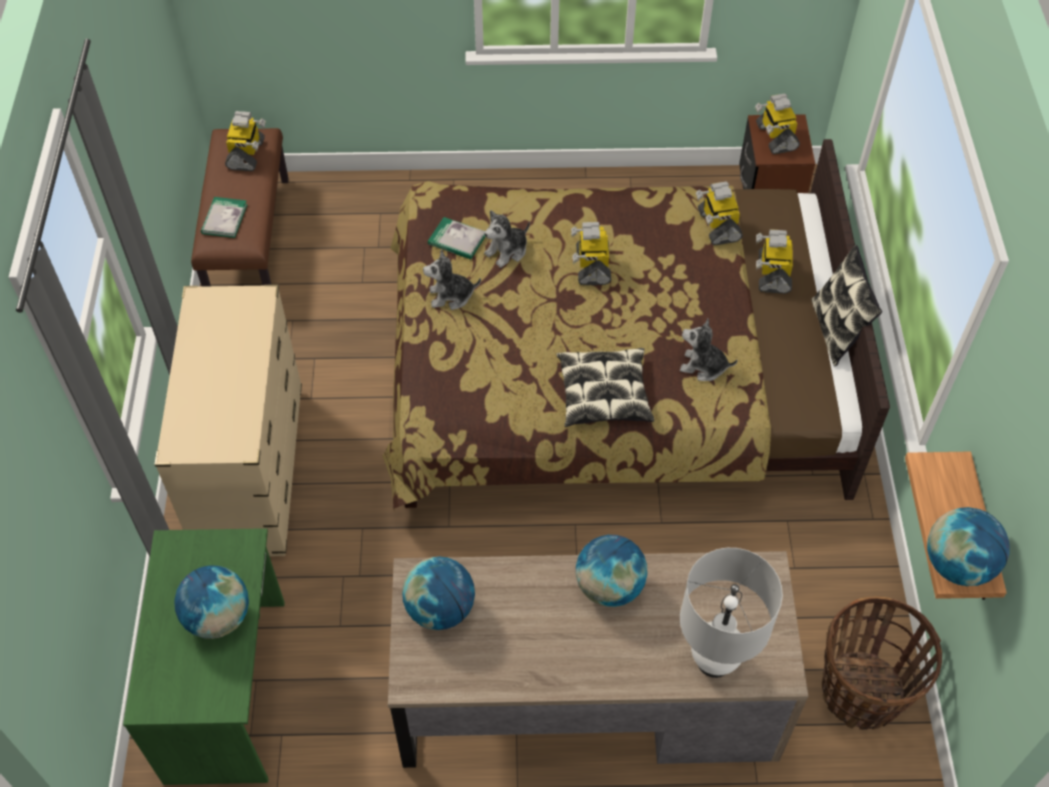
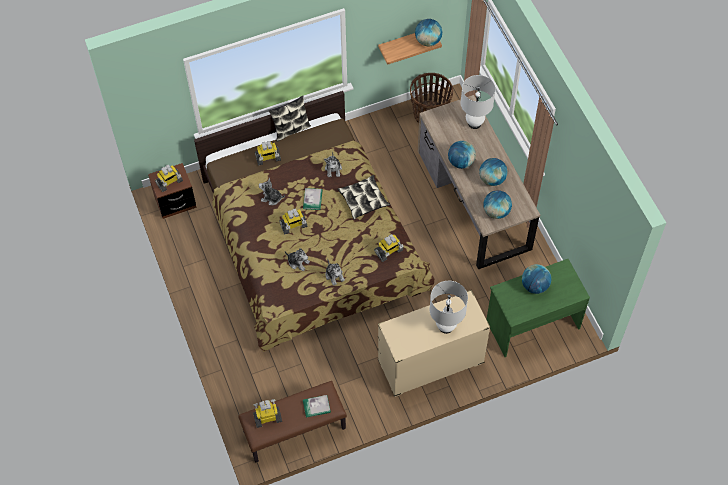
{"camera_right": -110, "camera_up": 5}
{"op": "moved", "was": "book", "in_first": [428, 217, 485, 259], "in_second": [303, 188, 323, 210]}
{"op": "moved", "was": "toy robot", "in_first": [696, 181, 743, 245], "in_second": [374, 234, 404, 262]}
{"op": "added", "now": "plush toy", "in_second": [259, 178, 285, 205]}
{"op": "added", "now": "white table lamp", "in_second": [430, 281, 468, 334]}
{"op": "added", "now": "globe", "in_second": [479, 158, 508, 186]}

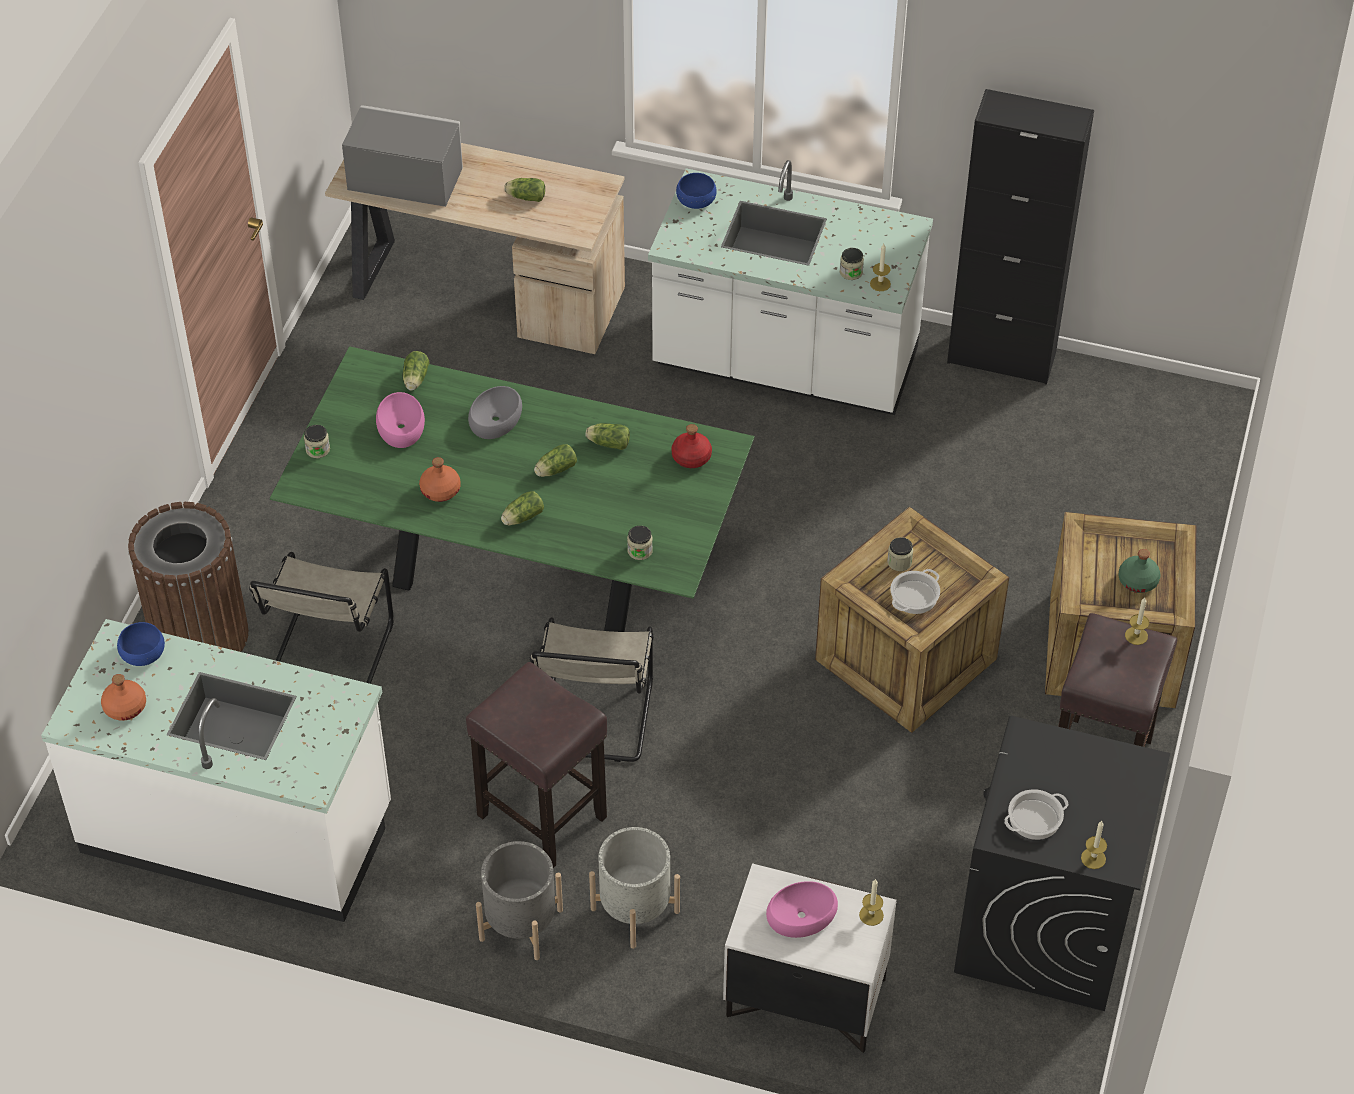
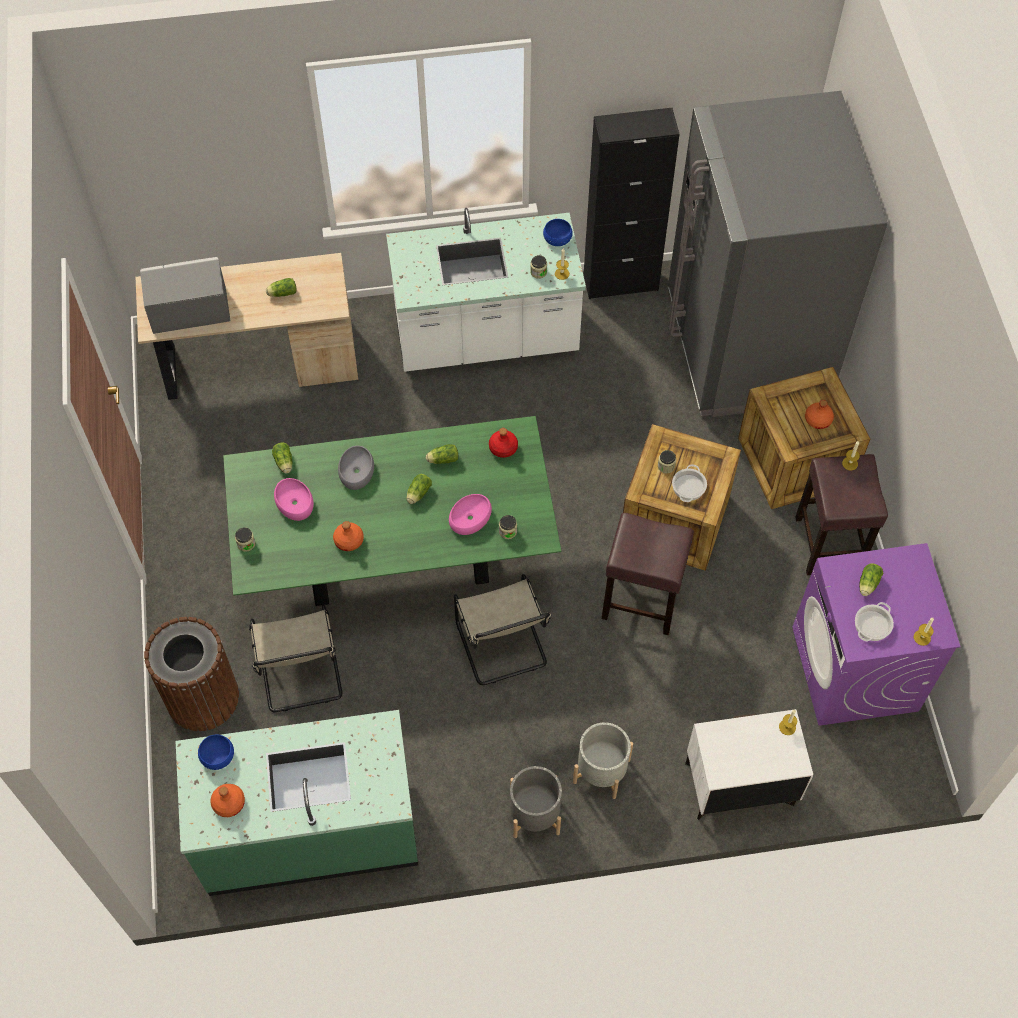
{"camera_right": -25, "camera_up": 10}
{"op": "recoloured", "was": "white counter", "now": "green counter", "in_first": [41, 619, 391, 922], "in_second": [176, 710, 418, 896]}
{"op": "moved", "was": "brown stool", "in_first": [466, 662, 607, 868], "in_second": [601, 513, 694, 635]}
{"op": "moved", "was": "lettuce", "in_first": [501, 492, 544, 525], "in_second": [859, 563, 883, 596]}
{"op": "moved", "was": "blue bowl", "in_first": [676, 173, 717, 209], "in_second": [543, 219, 573, 246]}
{"op": "moved", "was": "pink bowl", "in_first": [766, 881, 838, 938], "in_second": [449, 494, 492, 535]}
{"op": "recoloured", "was": "black washing machine", "now": "purple washing machine", "in_first": [954, 716, 1170, 1011], "in_second": [792, 543, 961, 726]}
{"op": "recoloured", "was": "green bottle", "now": "orange bottle", "in_first": [1119, 549, 1160, 593], "in_second": [805, 400, 834, 429]}
{"op": "added", "now": "grey fridge", "in_second": [668, 91, 888, 417]}

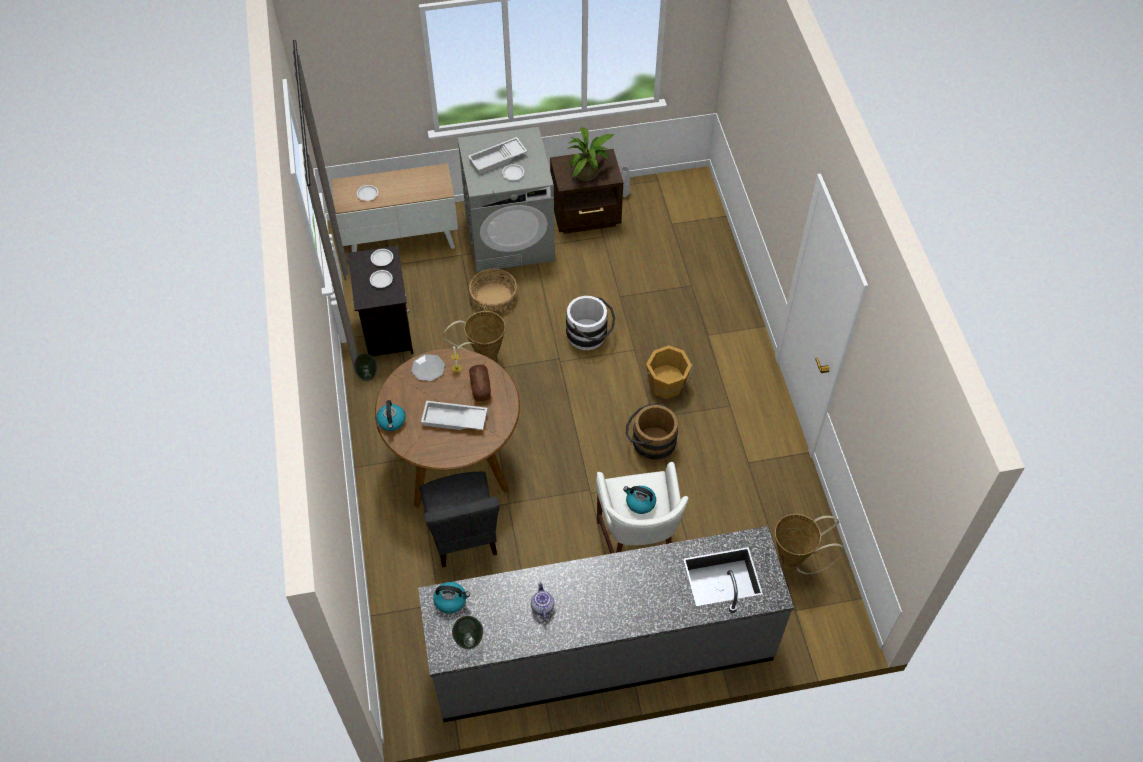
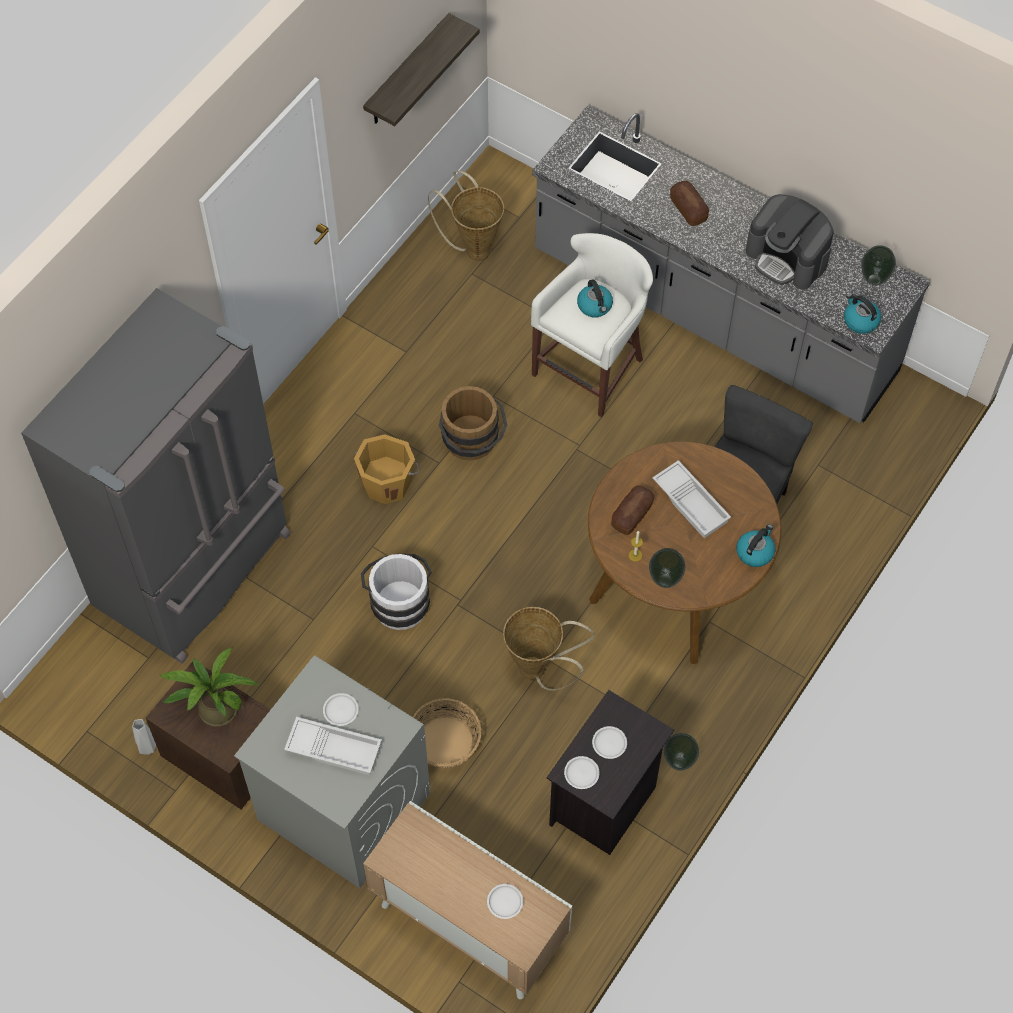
{"camera_right": -135, "camera_up": 5}
{"op": "replaced", "was": "plate", "now": "vase", "in_first": [411, 354, 445, 381], "in_second": [649, 548, 686, 588]}
{"op": "replaced", "was": "teapot", "now": "coffee machine", "in_first": [531, 582, 554, 621], "in_second": [746, 194, 834, 290]}
{"op": "added", "now": "grey fridge", "in_second": [21, 288, 291, 664]}
{"op": "added", "now": "shelf", "in_second": [363, 13, 480, 126]}
{"op": "added", "now": "bread", "in_second": [670, 181, 709, 226]}

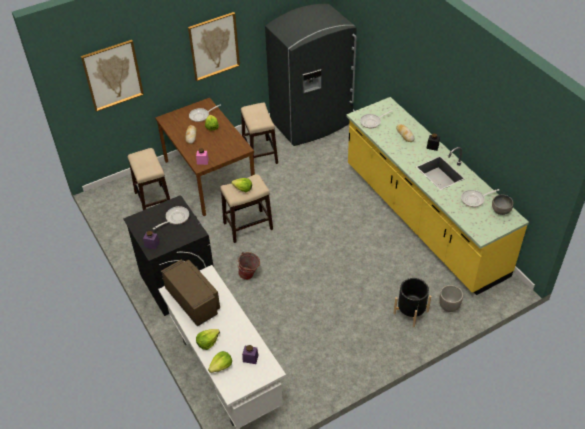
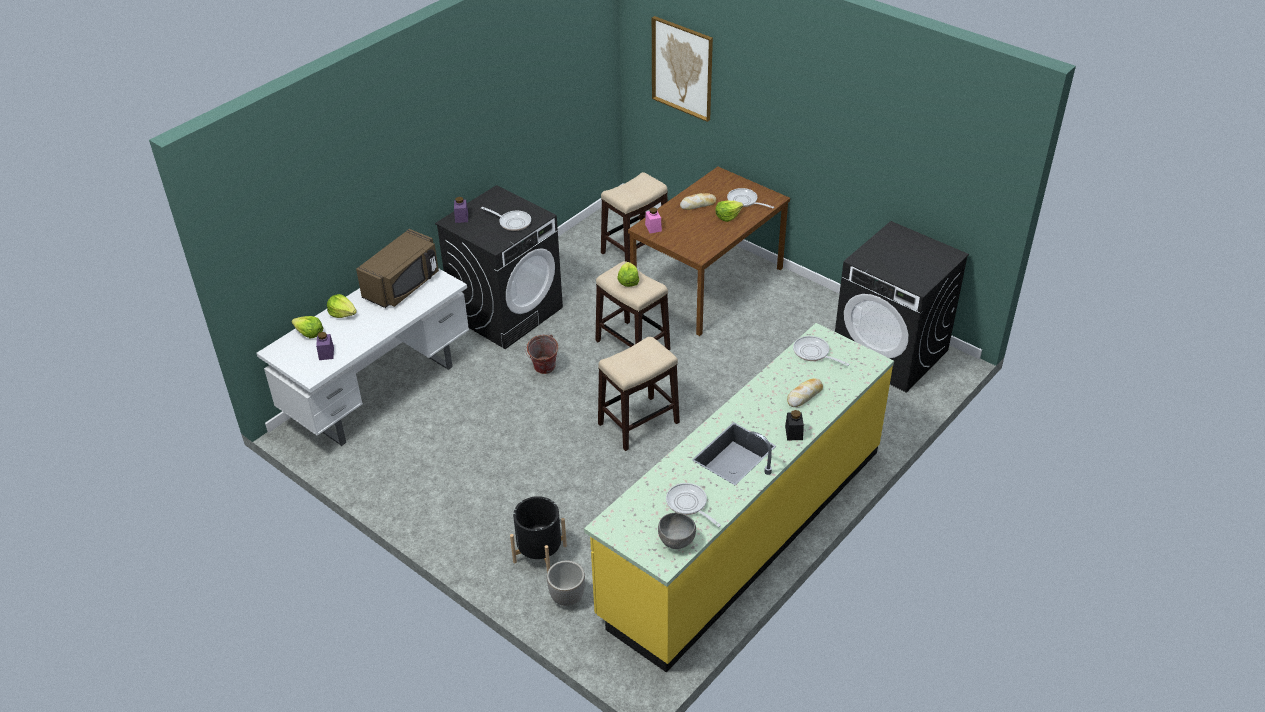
{"camera_right": 70, "camera_up": -5}
{"op": "removed", "was": "picture", "in_first": [188, 12, 240, 81]}
{"op": "moved", "was": "stool", "in_first": [241, 103, 278, 164], "in_second": [598, 337, 680, 451]}
{"op": "replaced", "was": "grey fridge", "now": "black washing machine", "in_first": [265, 4, 357, 146], "in_second": [835, 221, 969, 393]}

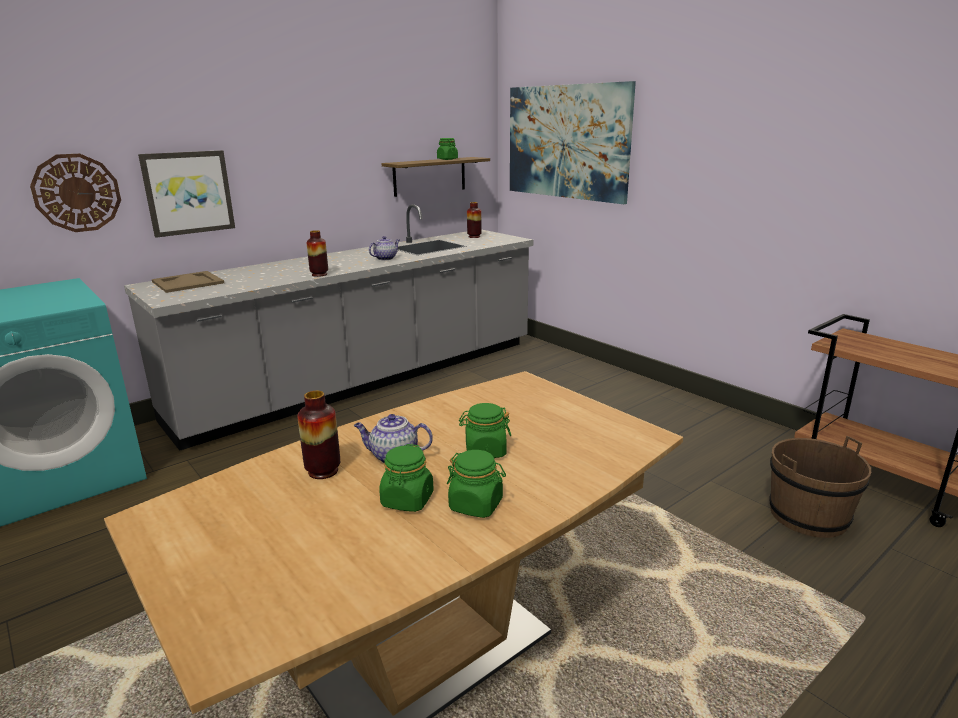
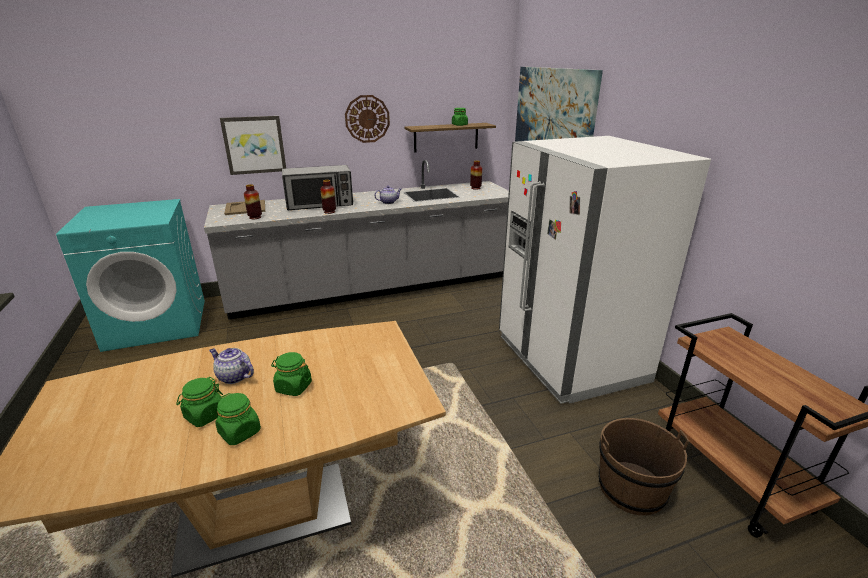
{"camera_right": 20, "camera_up": 5}
{"op": "moved", "was": "wall clock", "in_first": [30, 154, 121, 232], "in_second": [345, 95, 390, 143]}
{"op": "moved", "was": "vase", "in_first": [298, 391, 340, 479], "in_second": [244, 184, 262, 219]}
{"op": "added", "now": "microwave", "in_second": [282, 165, 353, 210]}
{"op": "added", "now": "white fridge", "in_second": [499, 136, 711, 404]}

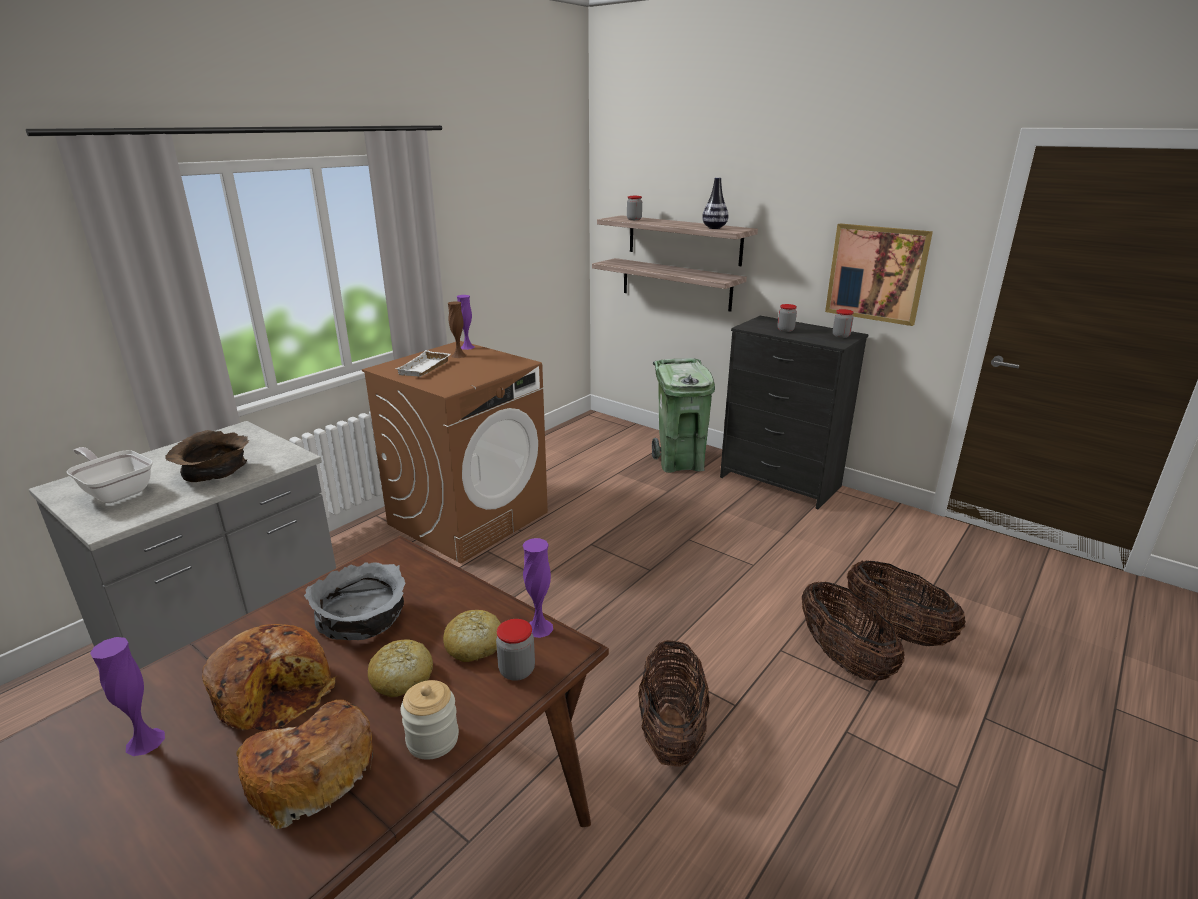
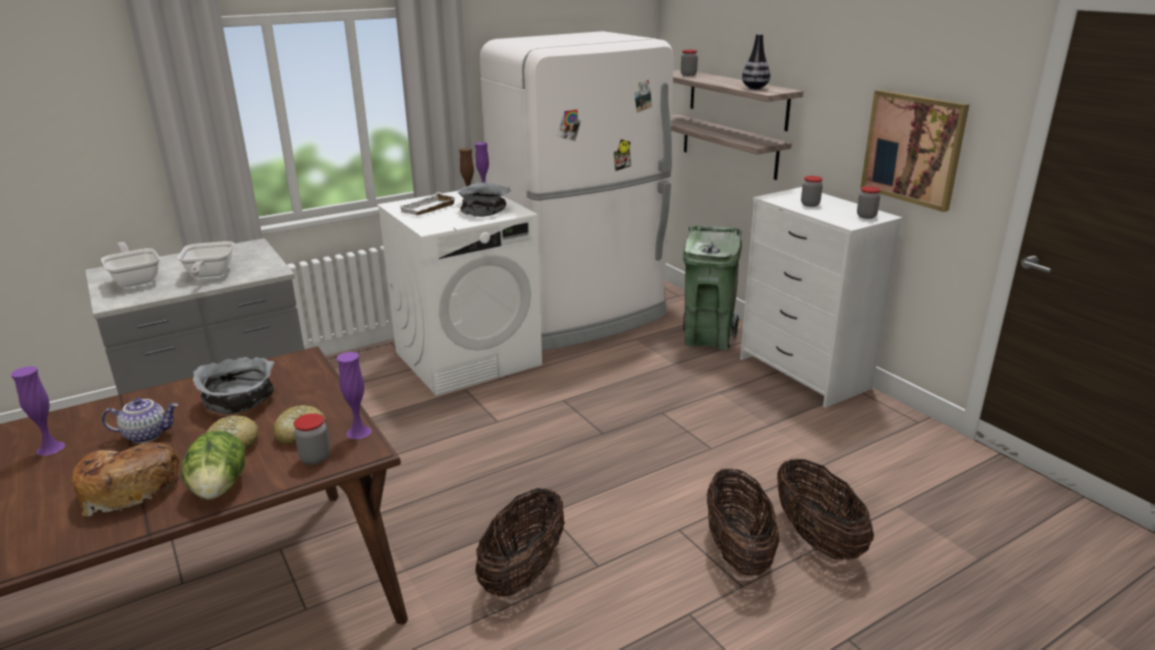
{"camera_right": 20, "camera_up": 0}
{"op": "replaced", "was": "brown bowl", "now": "frying pan", "in_first": [165, 430, 249, 482], "in_second": [178, 241, 234, 278]}
{"op": "replaced", "was": "bread", "now": "teapot", "in_first": [202, 624, 337, 730], "in_second": [102, 398, 178, 443]}
{"op": "recoloured", "was": "brown washing machine", "now": "white washing machine", "in_first": [362, 341, 548, 563], "in_second": [377, 191, 542, 396]}
{"op": "replaced", "was": "jar", "now": "lettuce", "in_first": [400, 680, 459, 760], "in_second": [181, 430, 245, 500]}
{"op": "recoloured", "was": "black dresser", "now": "white dresser", "in_first": [720, 316, 869, 509], "in_second": [740, 187, 903, 408]}
{"op": "added", "now": "grey bowl", "in_second": [457, 182, 511, 217]}
{"op": "added", "now": "white fridge", "in_second": [480, 31, 674, 350]}

